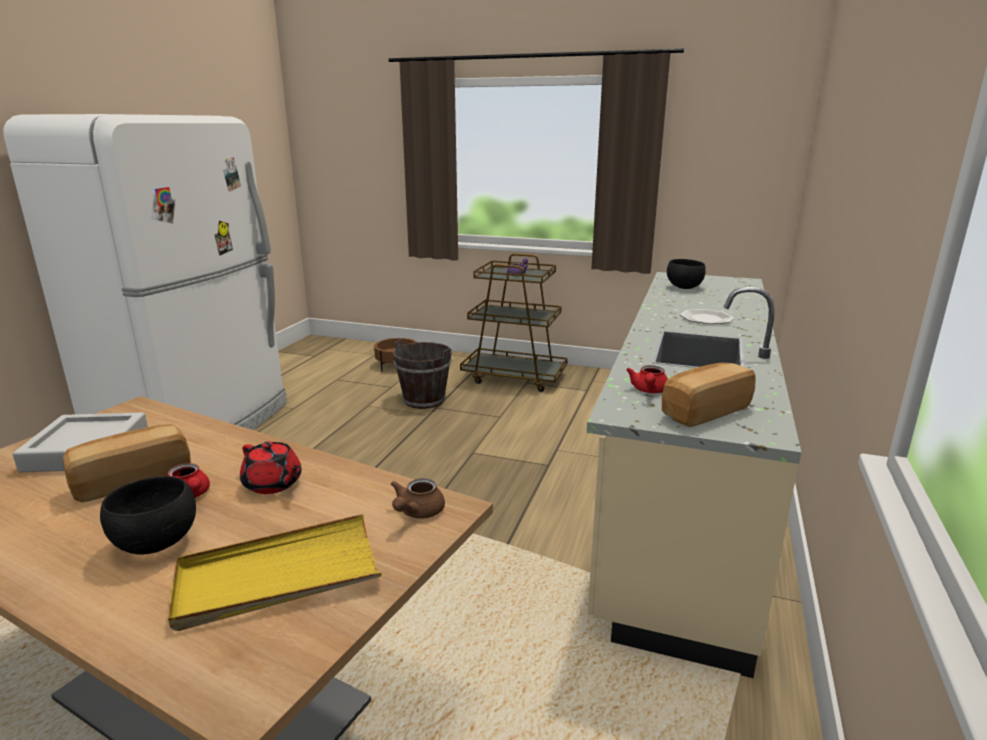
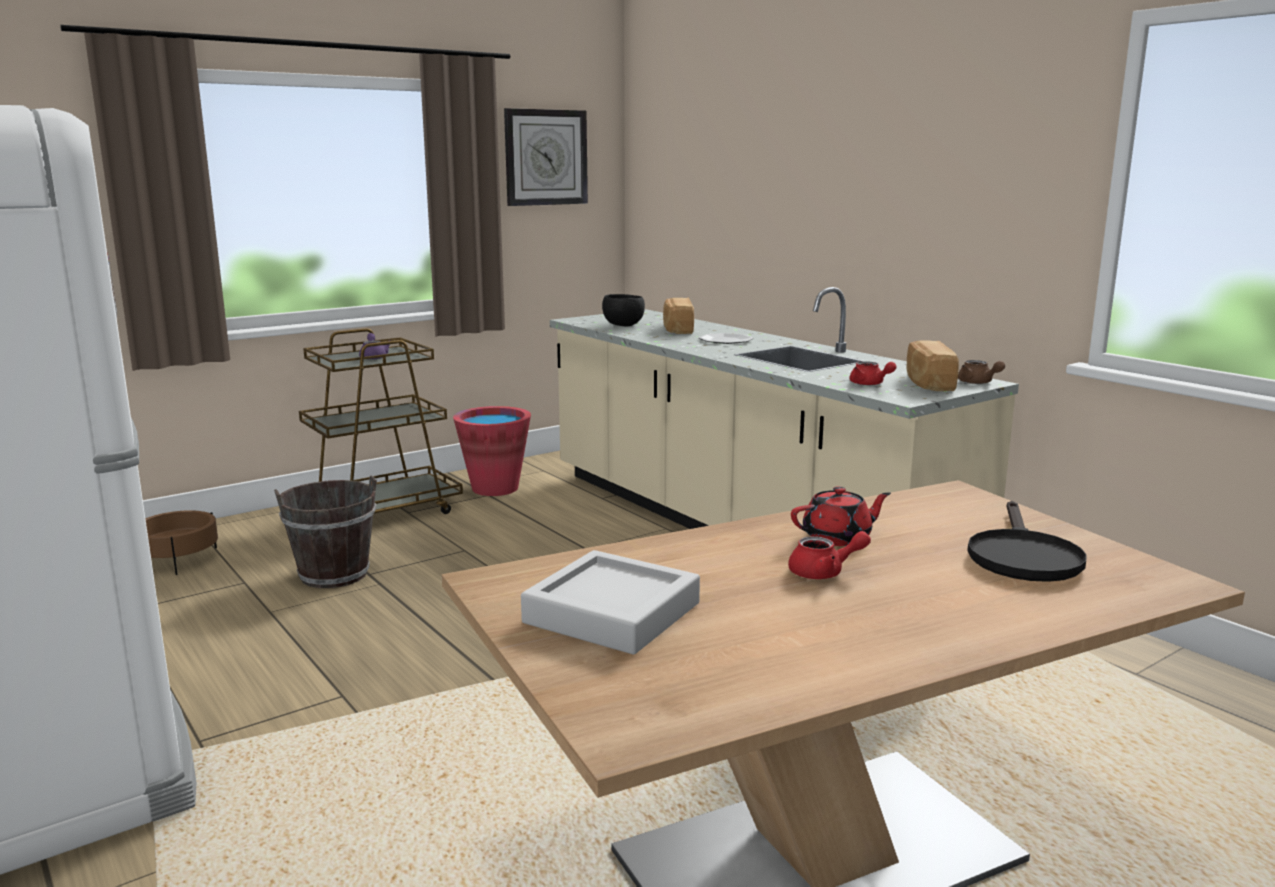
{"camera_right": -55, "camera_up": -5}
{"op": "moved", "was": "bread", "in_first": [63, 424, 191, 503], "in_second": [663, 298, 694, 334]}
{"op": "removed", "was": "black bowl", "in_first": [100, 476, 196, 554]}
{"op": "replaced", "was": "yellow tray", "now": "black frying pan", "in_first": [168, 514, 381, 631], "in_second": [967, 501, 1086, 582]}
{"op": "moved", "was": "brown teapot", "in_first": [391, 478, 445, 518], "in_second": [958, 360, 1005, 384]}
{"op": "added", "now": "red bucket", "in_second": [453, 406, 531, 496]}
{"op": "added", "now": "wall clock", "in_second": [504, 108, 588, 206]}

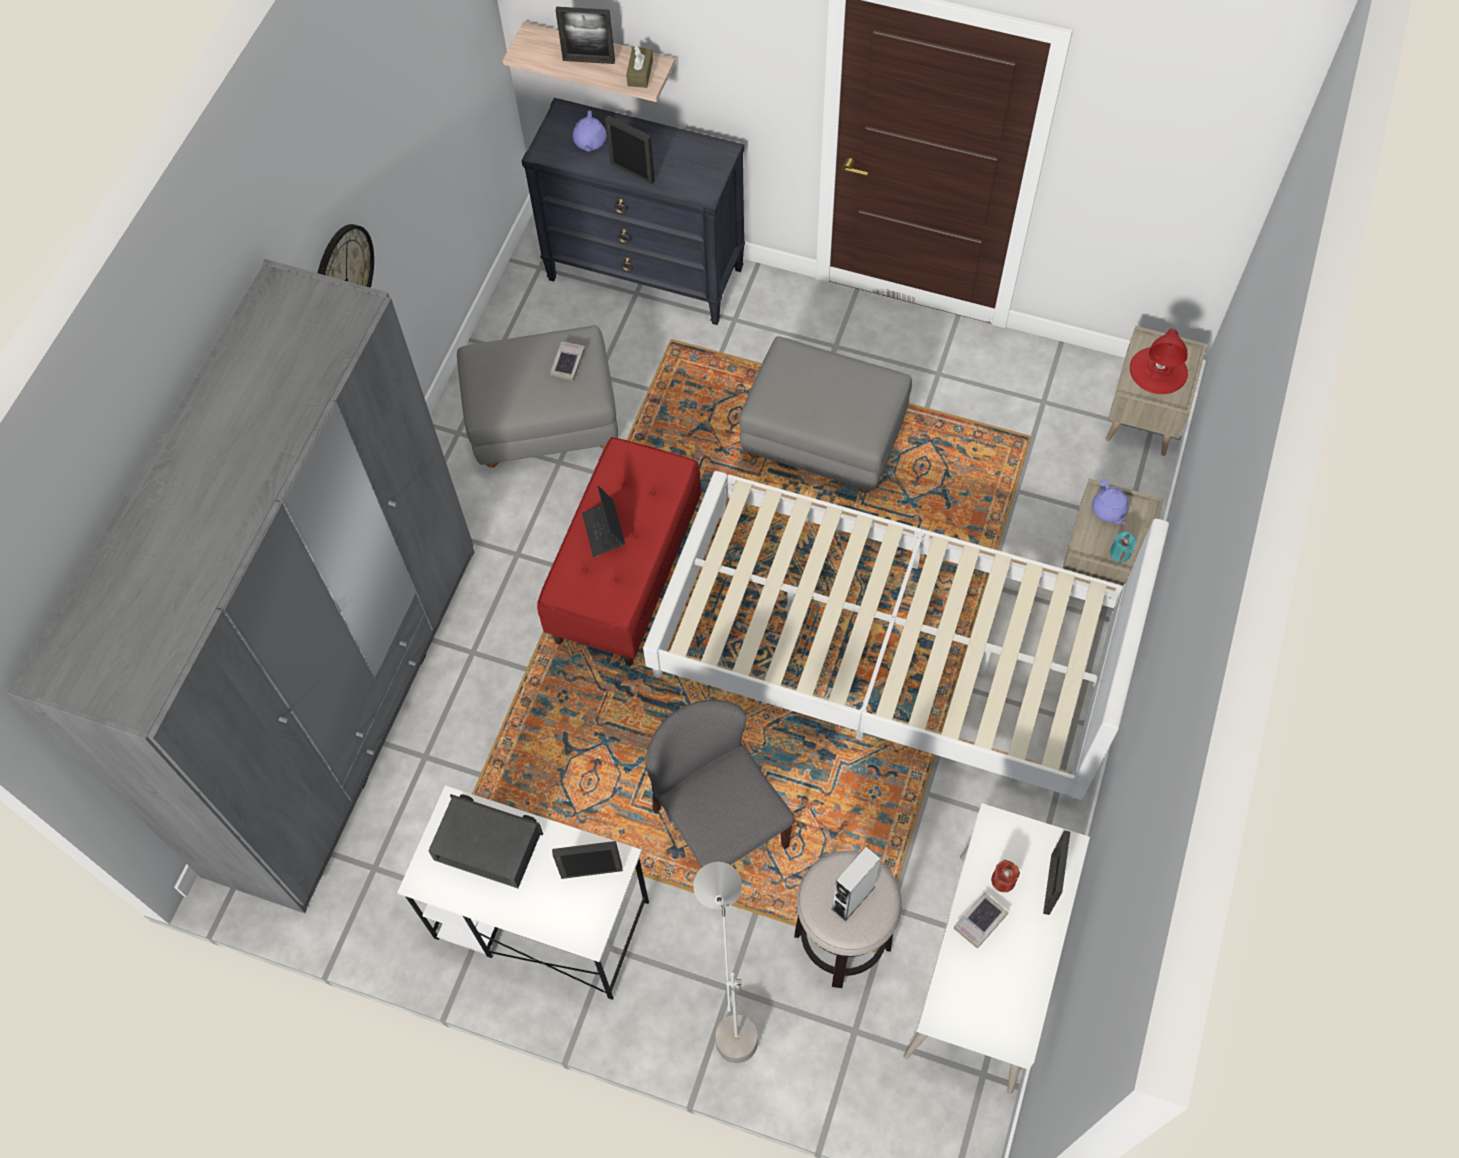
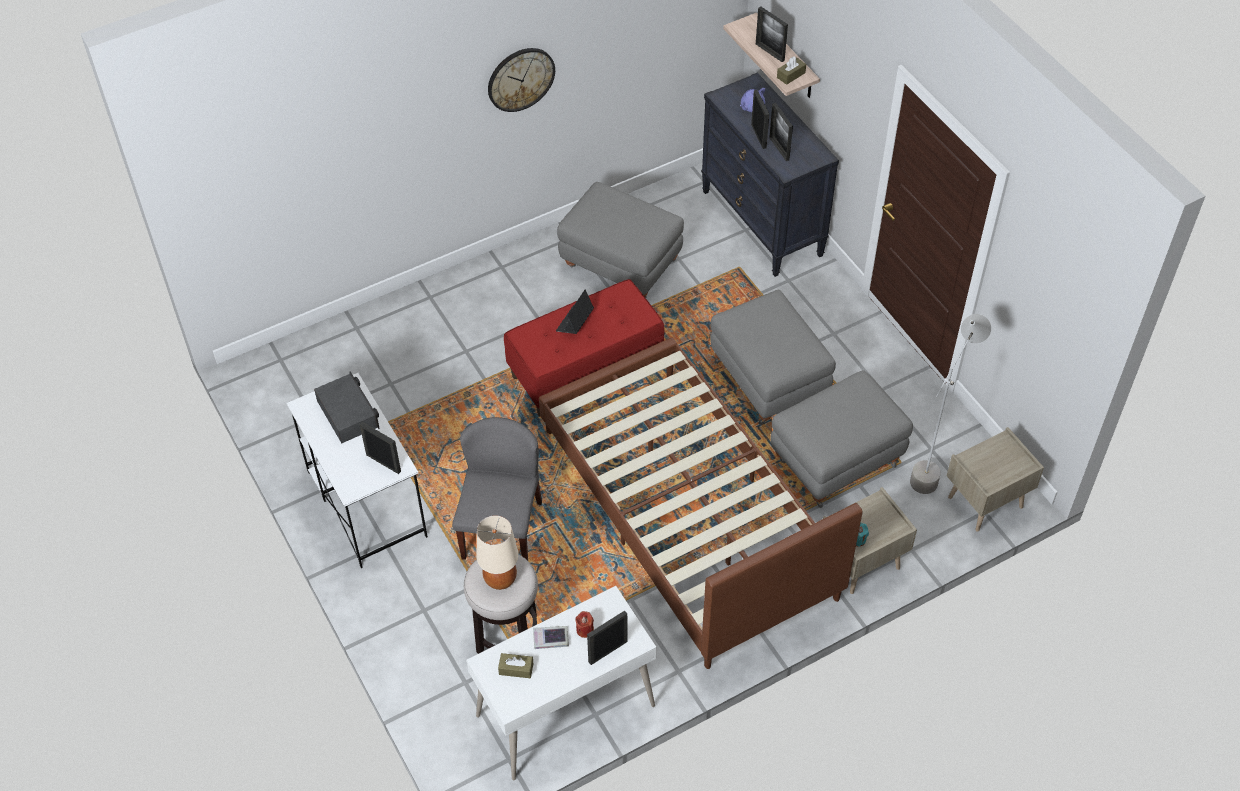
{"camera_right": 40, "camera_up": -10}
{"op": "removed", "was": "grey wardrobe", "in_first": [7, 259, 475, 913]}
{"op": "removed", "was": "book", "in_first": [550, 342, 585, 381]}
{"op": "recoloured", "was": "white bed", "now": "brown bed", "in_first": [643, 471, 1169, 805], "in_second": [539, 337, 863, 669]}
{"op": "moved", "was": "grey floor lamp", "in_first": [693, 862, 758, 1063], "in_second": [910, 314, 991, 494]}
{"op": "replaced", "was": "grey speaker", "now": "beige table lamp", "in_first": [831, 847, 880, 921], "in_second": [477, 515, 519, 590]}
{"op": "removed", "was": "purple teapot", "in_first": [1092, 479, 1129, 525]}
{"op": "removed", "was": "red table lamp", "in_first": [1130, 329, 1188, 394]}
{"op": "added", "now": "brown tissue box", "in_second": [498, 653, 533, 678]}
{"op": "added", "now": "picture frame", "in_second": [769, 103, 793, 161]}
{"op": "added", "now": "grey ottoman", "in_second": [771, 370, 913, 508]}

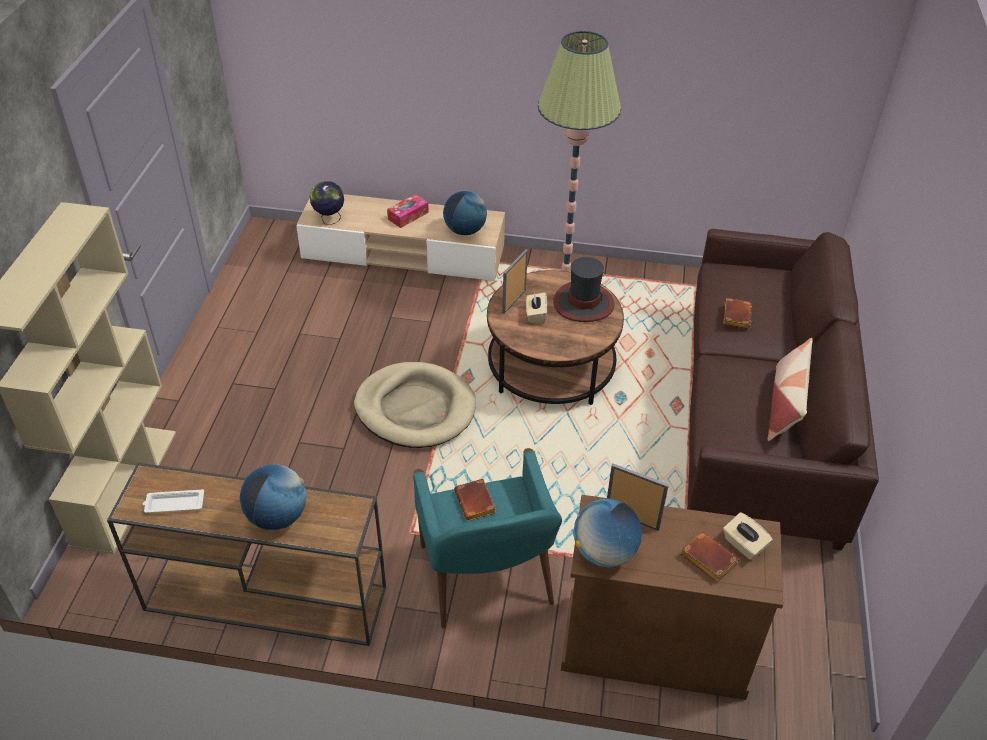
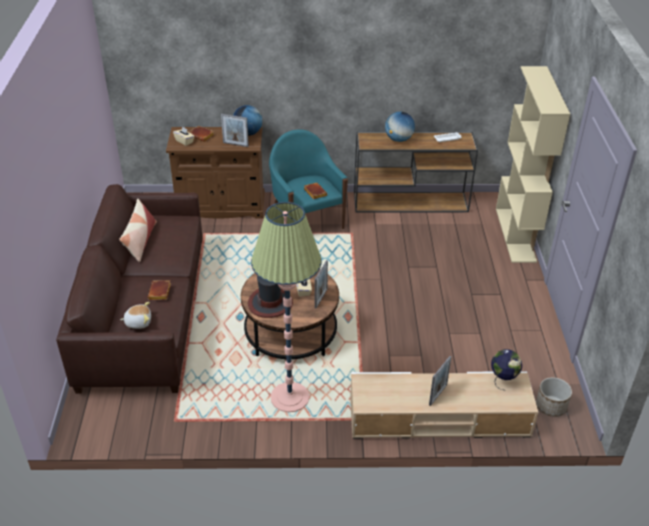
{"camera_right": 170, "camera_up": -5}
{"op": "removed", "was": "beige dog bed", "in_first": [354, 362, 476, 448]}
{"op": "replaced", "was": "tissue box", "now": "picture frame", "in_first": [387, 194, 429, 228], "in_second": [429, 356, 452, 406]}
{"op": "removed", "was": "globe", "in_first": [443, 191, 487, 235]}
{"op": "added", "now": "plush toy", "in_second": [120, 302, 151, 329]}
{"op": "added", "now": "planter", "in_second": [536, 377, 572, 417]}

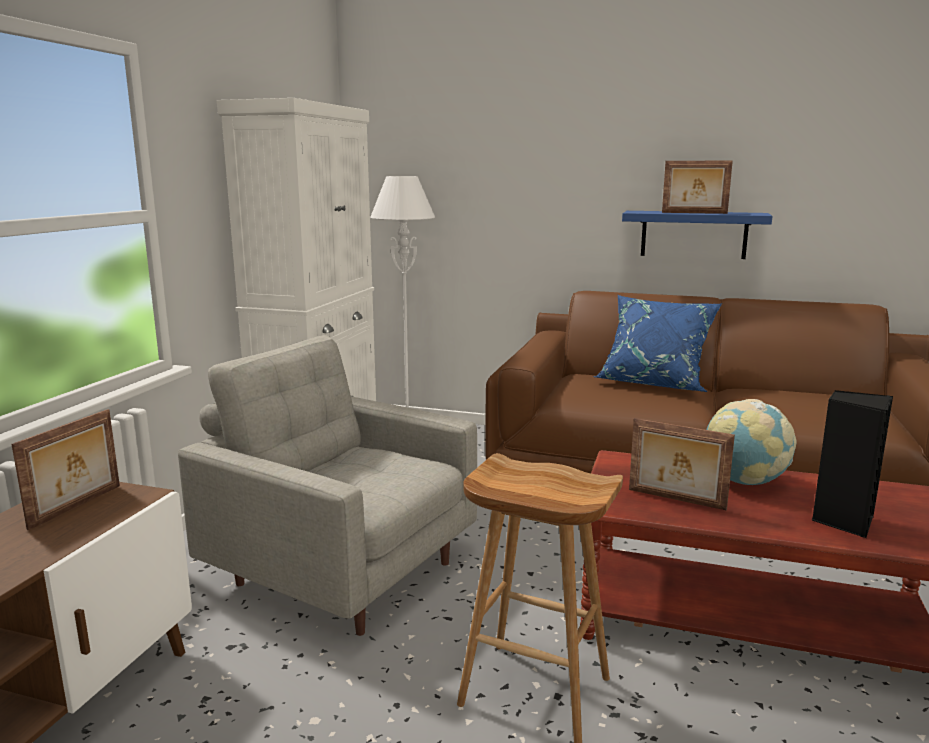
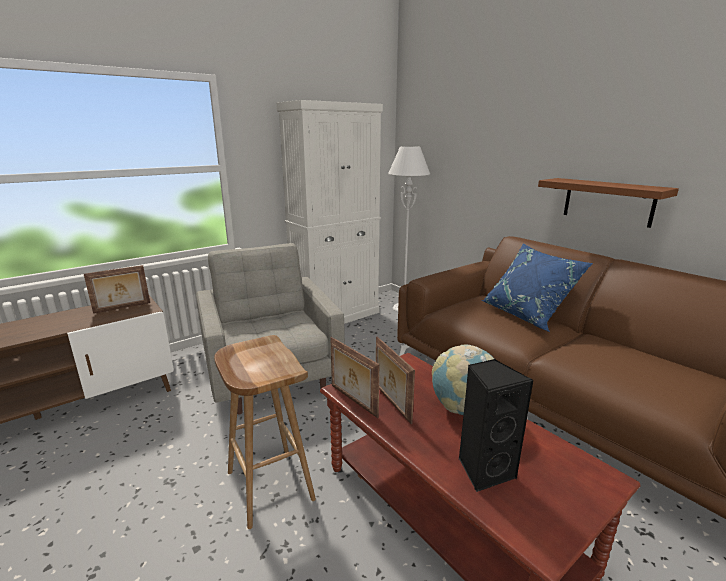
{"camera_right": 35, "camera_up": 5}
{"op": "recoloured", "was": "blue shelf", "now": "brown shelf", "in_first": [622, 211, 772, 259], "in_second": [538, 178, 679, 228]}
{"op": "moved", "was": "picture frame", "in_first": [662, 161, 733, 214], "in_second": [330, 337, 379, 418]}

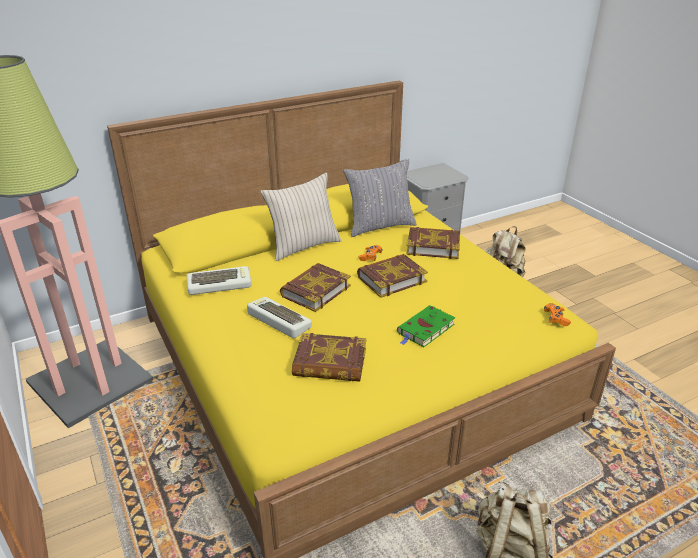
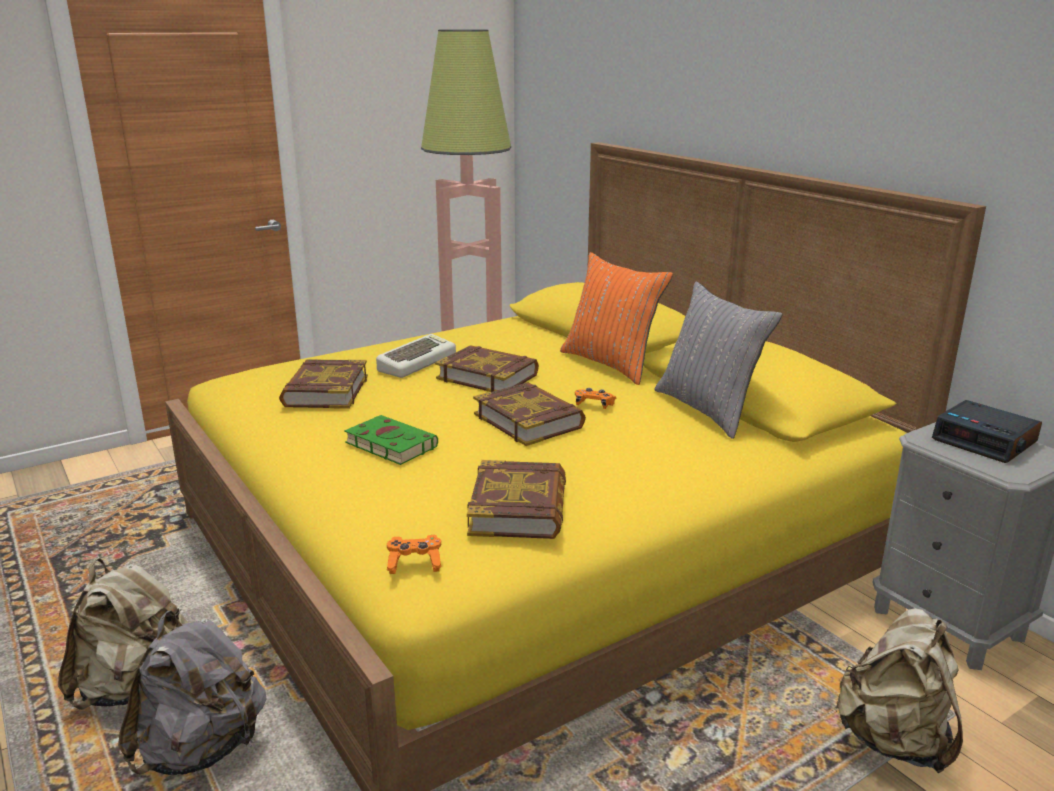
{"camera_right": 85, "camera_up": -10}
{"op": "removed", "was": "keyboard", "in_first": [187, 266, 252, 295]}
{"op": "recoloured", "was": "beige pillow", "now": "orange pillow", "in_first": [260, 173, 342, 261], "in_second": [560, 252, 673, 385]}
{"op": "moved", "was": "book", "in_first": [406, 227, 460, 259], "in_second": [467, 460, 566, 539]}
{"op": "added", "now": "grey backpack", "in_second": [118, 611, 266, 775]}
{"op": "added", "now": "alarm clock", "in_second": [932, 400, 1042, 463]}

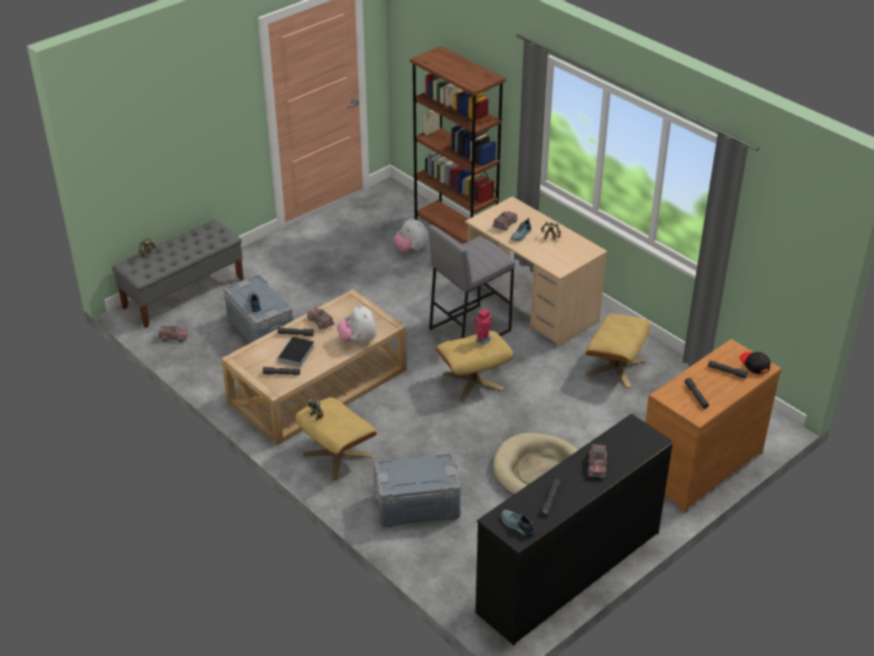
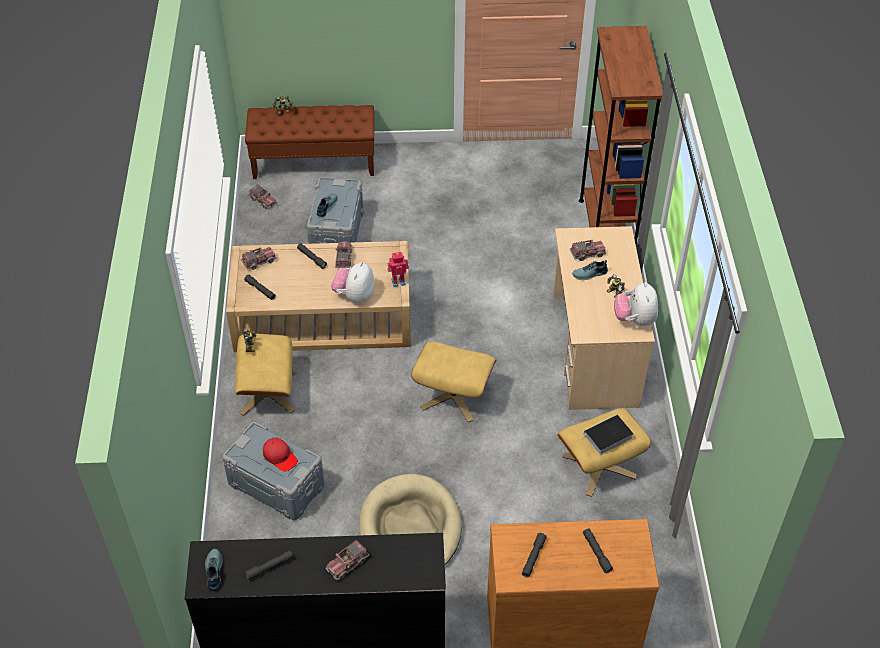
{"camera_right": 40, "camera_up": 10}
{"op": "recoloured", "was": "grey bench", "now": "brown bench", "in_first": [112, 220, 244, 328], "in_second": [245, 105, 374, 179]}
{"op": "moved", "was": "book", "in_first": [277, 337, 314, 368], "in_second": [579, 414, 633, 455]}
{"op": "moved", "was": "plush toy", "in_first": [394, 218, 429, 252], "in_second": [614, 282, 658, 326]}
{"op": "removed", "was": "grey stool", "in_first": [429, 225, 515, 338]}
{"op": "moved", "was": "toy robot", "in_first": [474, 308, 492, 345], "in_second": [388, 252, 409, 287]}
{"op": "removed", "was": "black cap", "in_first": [739, 352, 770, 374]}
{"op": "added", "now": "toy truck", "in_second": [241, 247, 276, 270]}
{"op": "added", "now": "red cap", "in_second": [263, 437, 298, 472]}

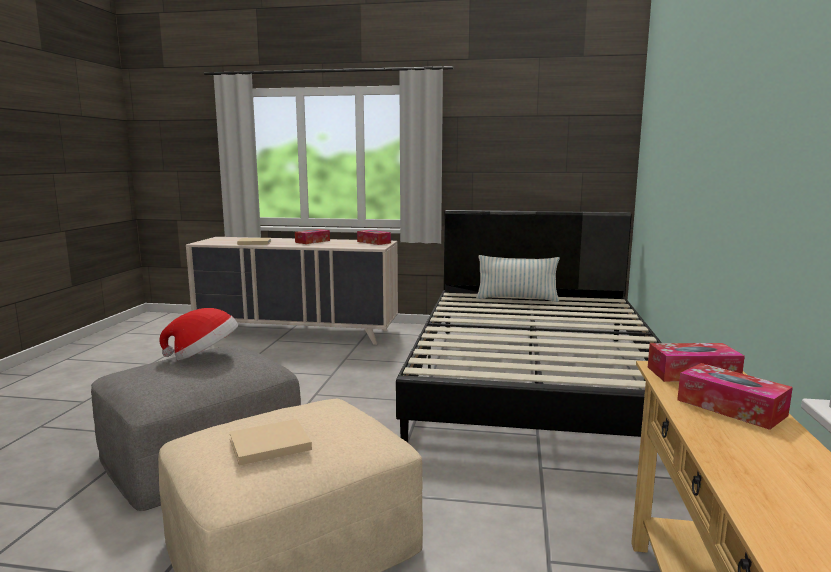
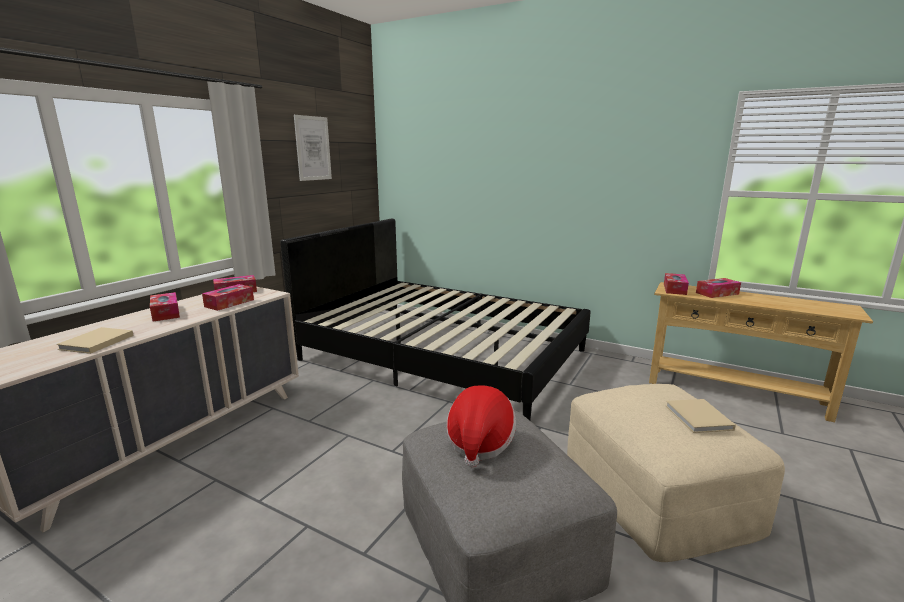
{"camera_right": -70, "camera_up": 5}
{"op": "removed", "was": "pillow", "in_first": [476, 255, 560, 302]}
{"op": "added", "now": "tissue box", "in_second": [202, 284, 254, 311]}
{"op": "added", "now": "picture", "in_second": [294, 115, 332, 181]}

